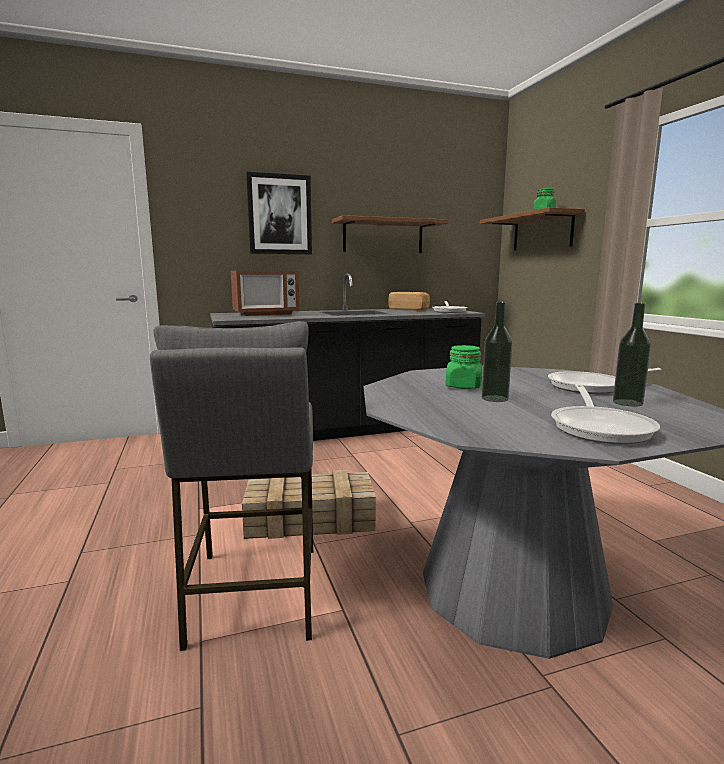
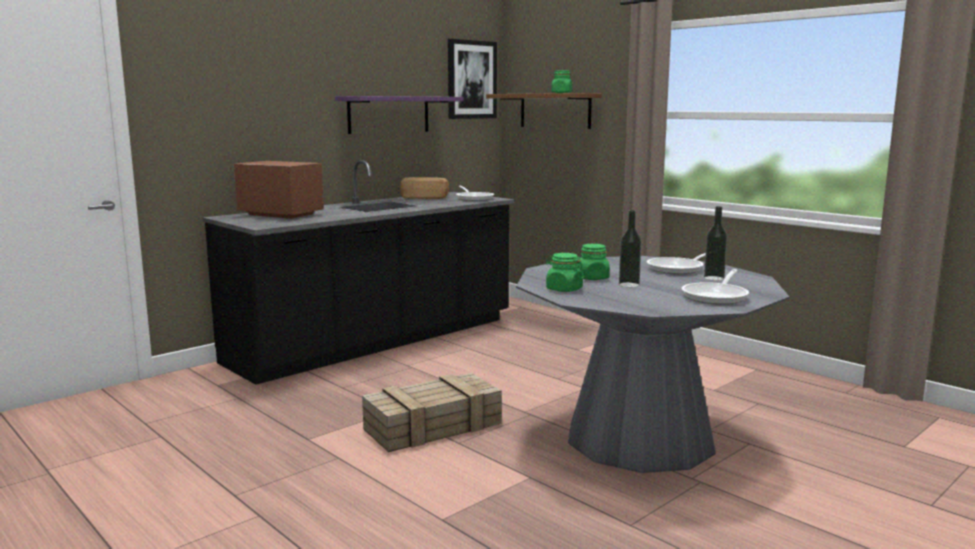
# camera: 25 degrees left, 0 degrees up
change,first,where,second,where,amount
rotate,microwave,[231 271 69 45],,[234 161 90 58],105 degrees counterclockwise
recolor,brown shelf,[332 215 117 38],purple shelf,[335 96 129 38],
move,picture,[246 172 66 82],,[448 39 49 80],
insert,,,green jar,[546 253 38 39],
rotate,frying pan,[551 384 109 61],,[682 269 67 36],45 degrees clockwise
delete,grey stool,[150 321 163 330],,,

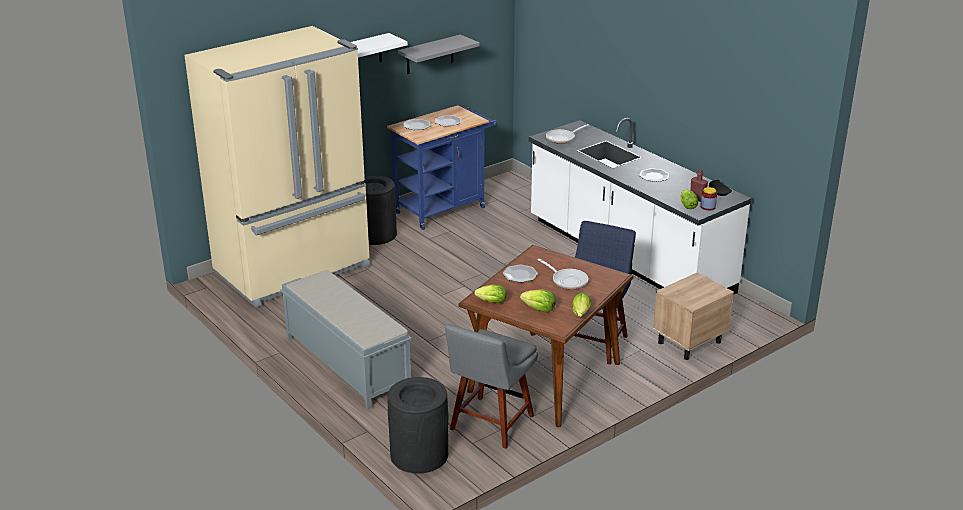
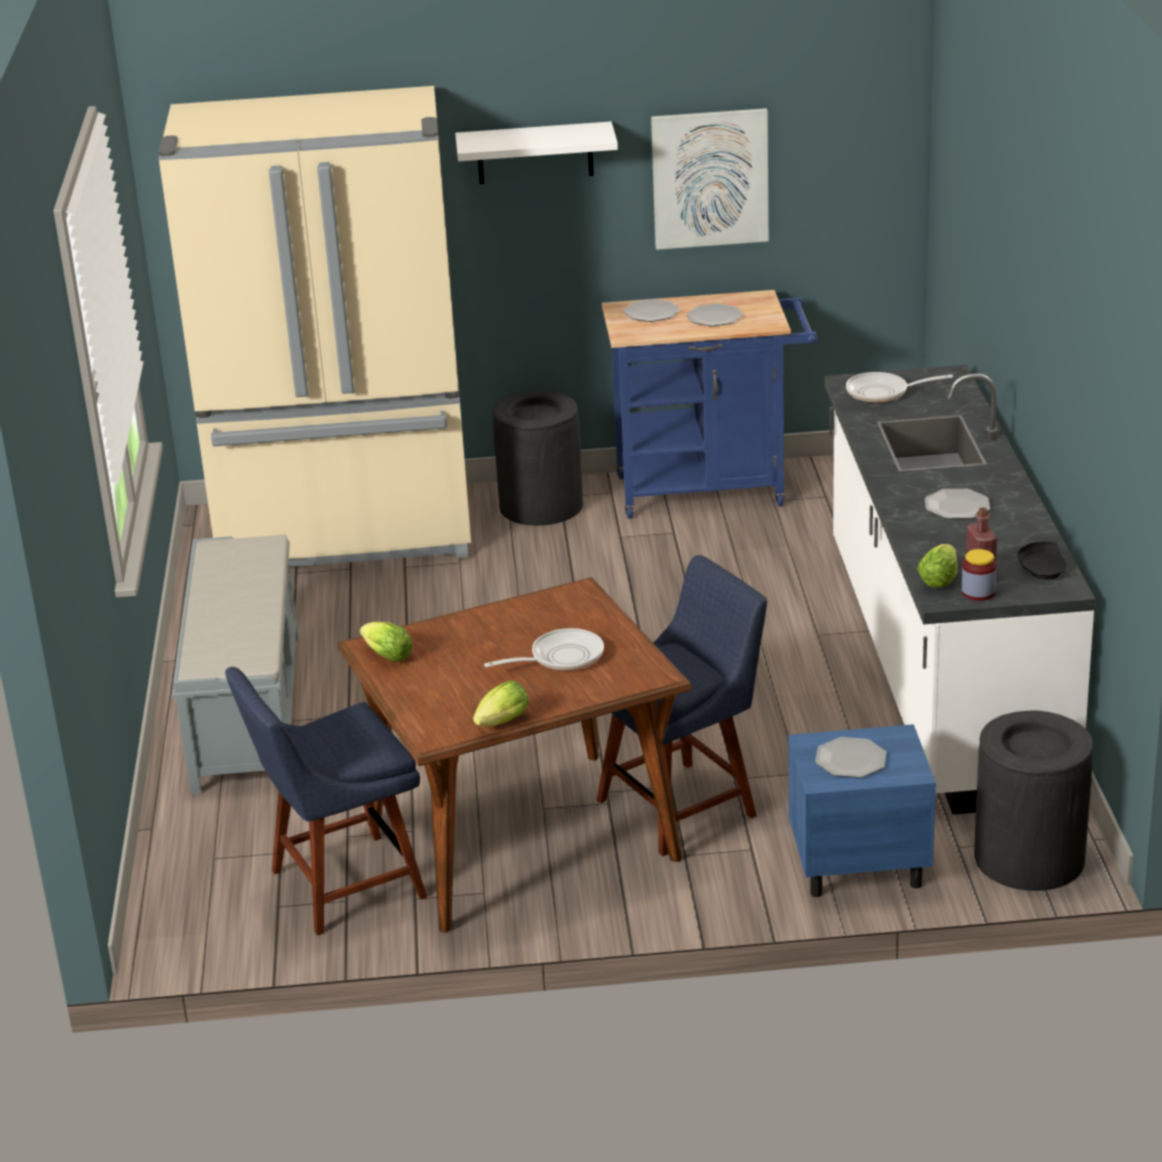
# camera: 35 degrees right, 0 degrees up
change,first,where,second,where,amount
recolor,grey chair,[445 324 93 125],blue chair,[225 667 202 269],
rotate,frying pan,[538 259 51 30],,[484 628 120 43],105 degrees counterclockwise
replace,grey shelf,[398 35 81 39],picture,[651 108 118 142],
recolor,beige nightstand,[653 272 81 88],blue nightstand,[788 724 148 173],
move,plate,[503 264 35 19],,[815 737 72 41],
move,black trash can,[388 377 61 97],,[974 710 119 181],
delete,lettuce,[520 289 36 24],,,

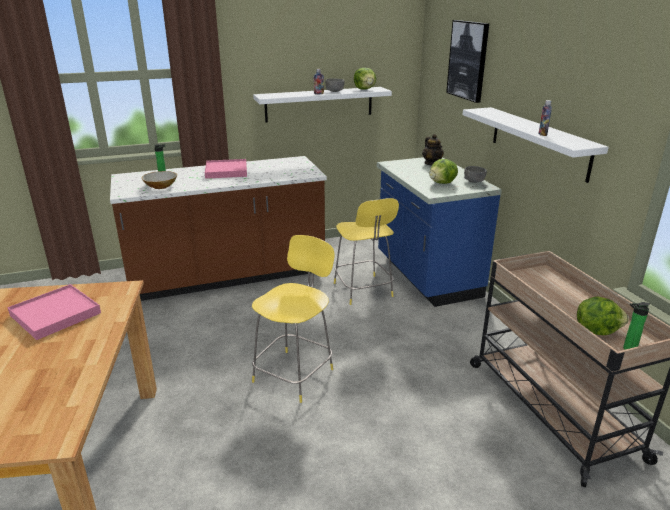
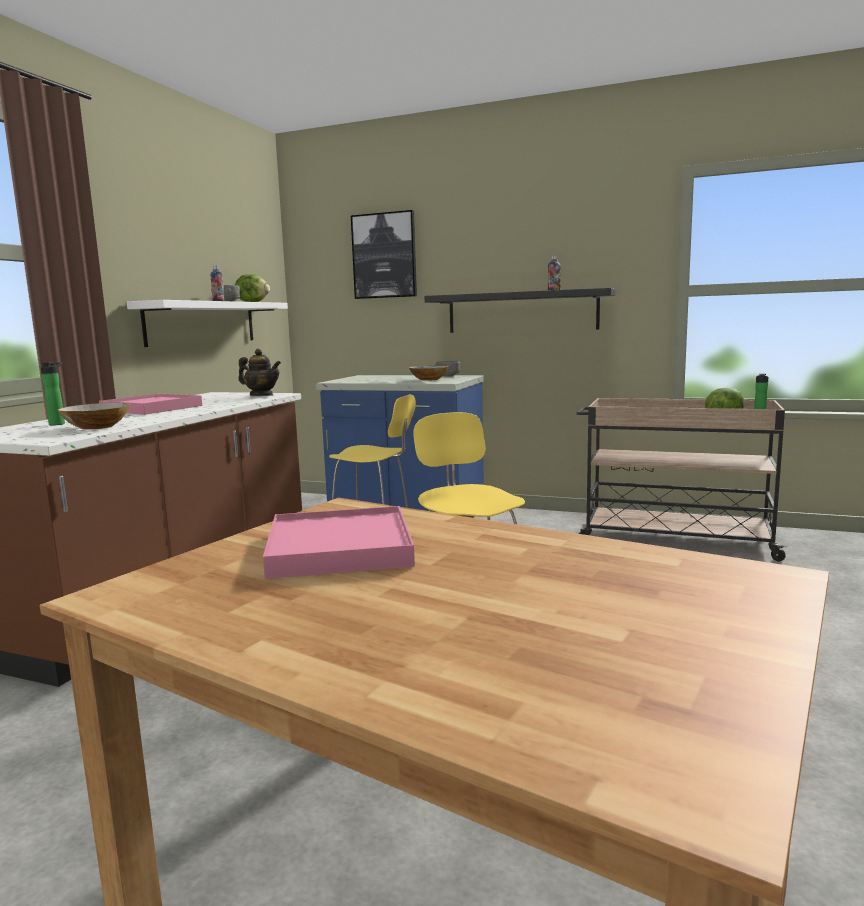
# camera: 50 degrees left, 15 degrees down
change,first,where,second,where,amount
move,teapot,[422 134 22 32],,[238 349 43 47],
replace,lettuce,[429 159 29 25],bowl,[409 365 40 16],
recolor,white shelf,[463 107 146 76],black shelf,[425 288 190 45],

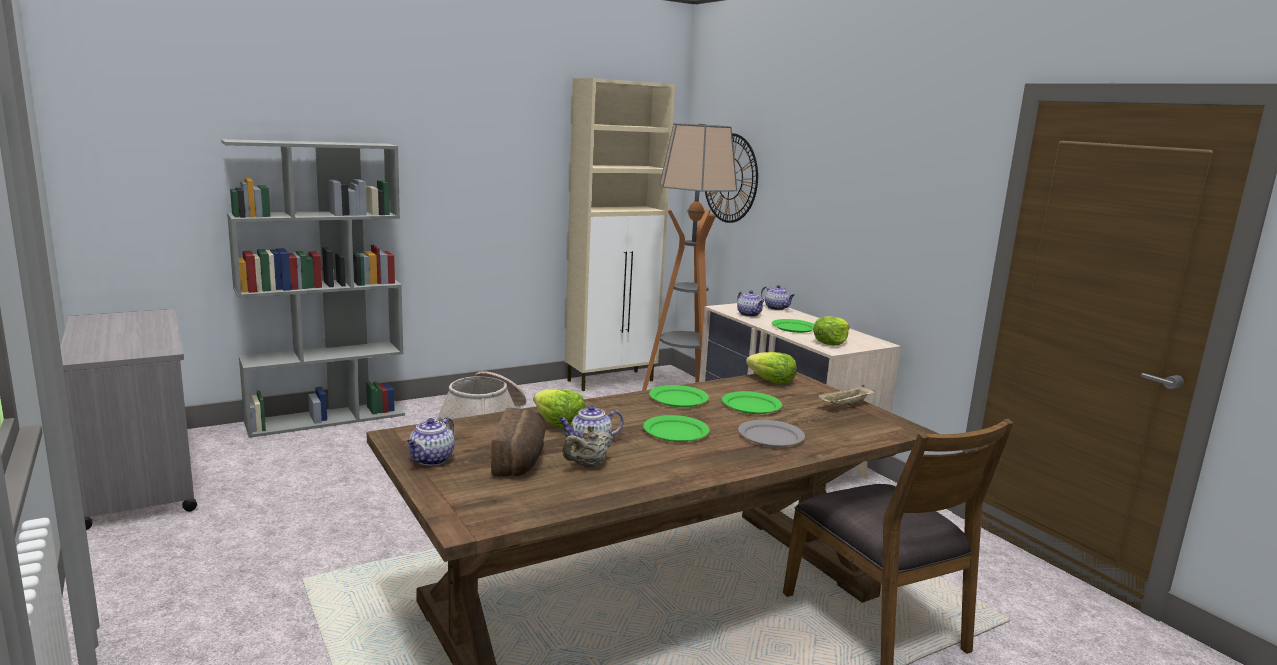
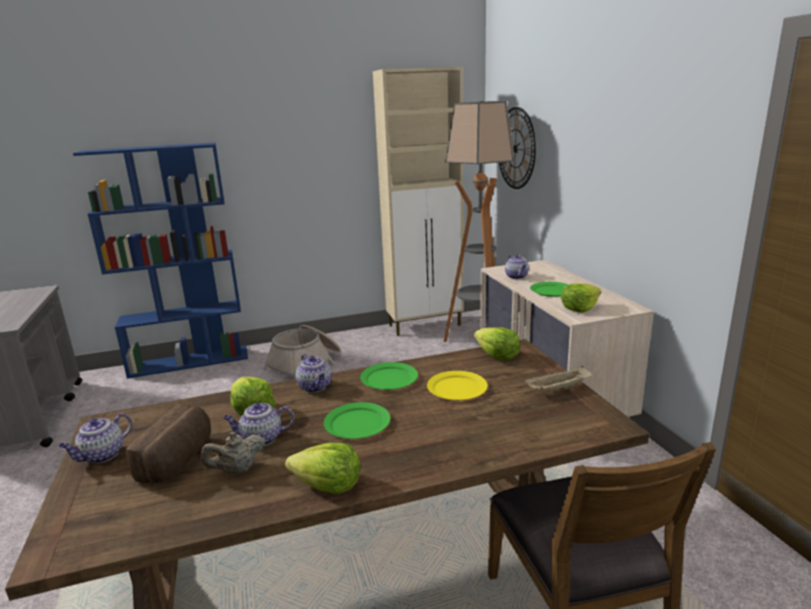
# camera: 15 degrees right, 5 degrees up
change,first,where,second,where,amount
recolor,grey bookcase,[221 139 184 299],blue bookcase,[73 142 175 237],
insert,,,lettuce,[285 443 76 52],
move,teapot,[761 285 34 25],,[296 354 36 39],
recolor,green plate,[722 391 60 23],yellow plate,[427 371 61 29],
delete,grey plate,[738 420 67 27],,,

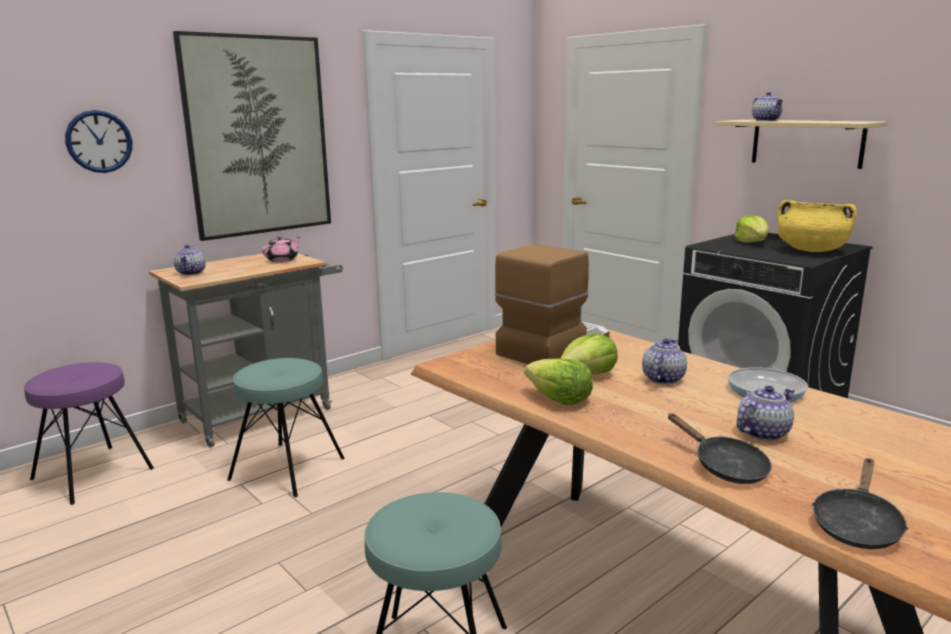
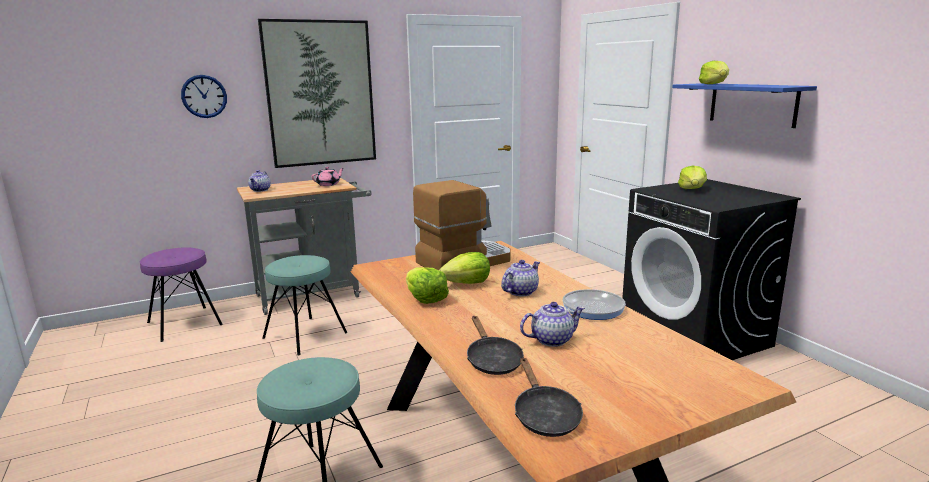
# camera: 15 degrees right, 0 degrees up
change,first,where,second,where,amount
rotate,black frying pan,[812 458 96 91],,[515 357 68 80],60 degrees counterclockwise
recolor,beige shelf,[716 120 171 49],blue shelf,[672 83 145 45],
replace,teapot,[752 92 32 29],lettuce,[699 61 30 23],
delete,yellow cooking pot,[777 200 80 52],,,

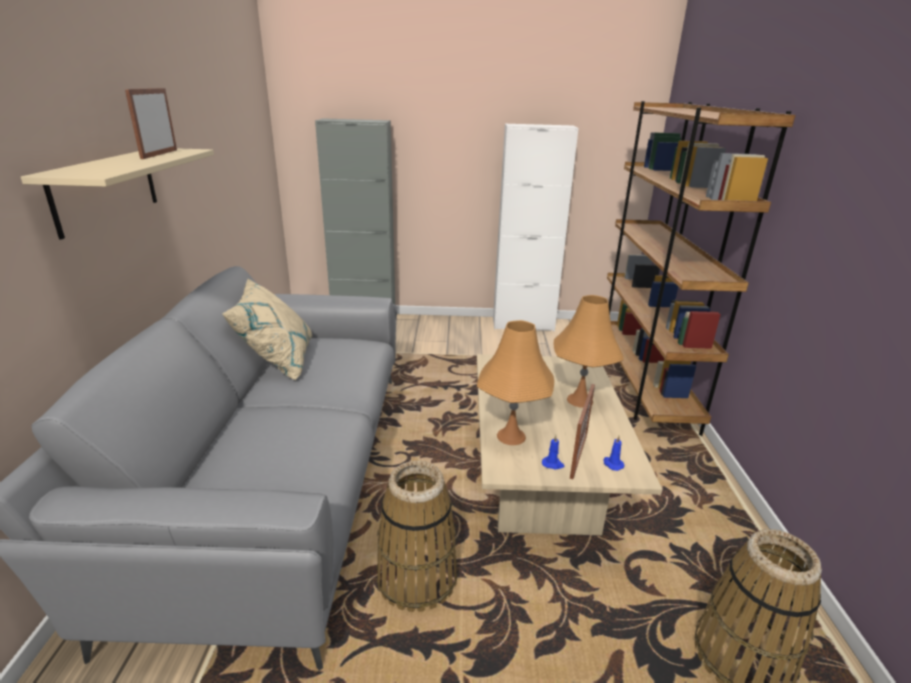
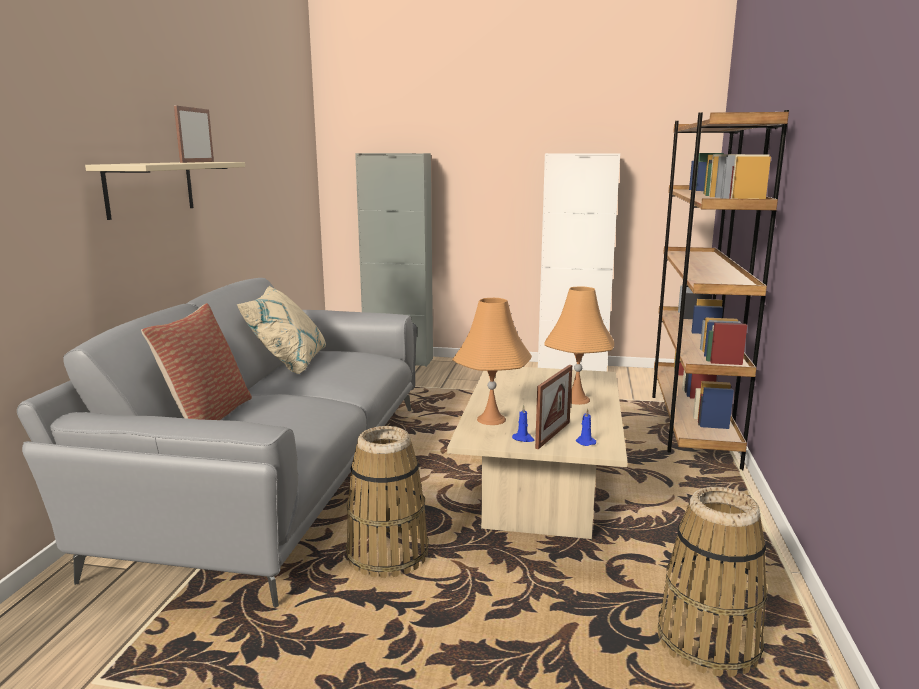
# camera: 10 degrees right, 10 degrees down
change,first,where,second,where,amount
insert,,,pillow,[141 303 111 117],

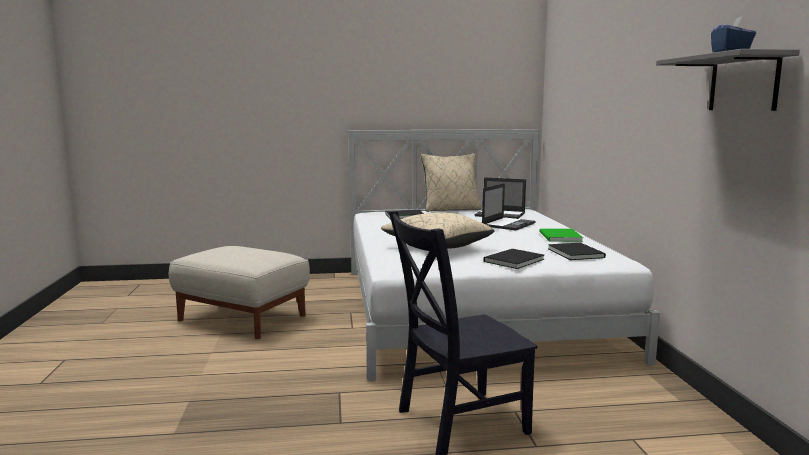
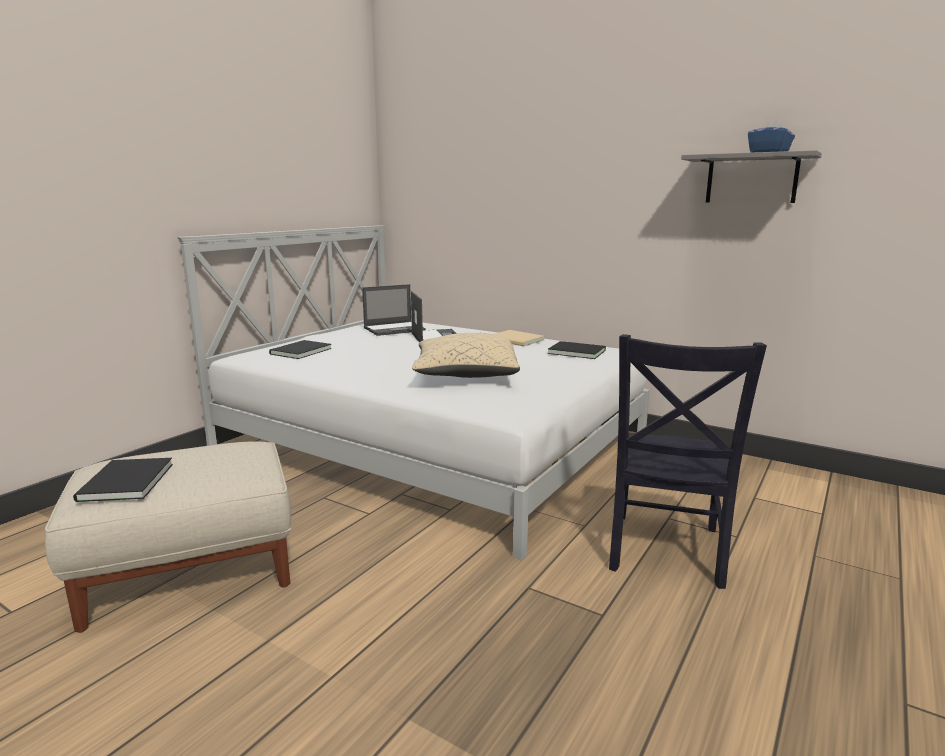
# camera: 50 degrees left, 5 degrees up
change,first,where,second,where,amount
move,black book,[483 249 61 20],,[73 458 100 44],
recolor,green book,[539 228 44 14],beige book,[495 330 49 16],
delete,beige pillow,[421 153 61 59],,,

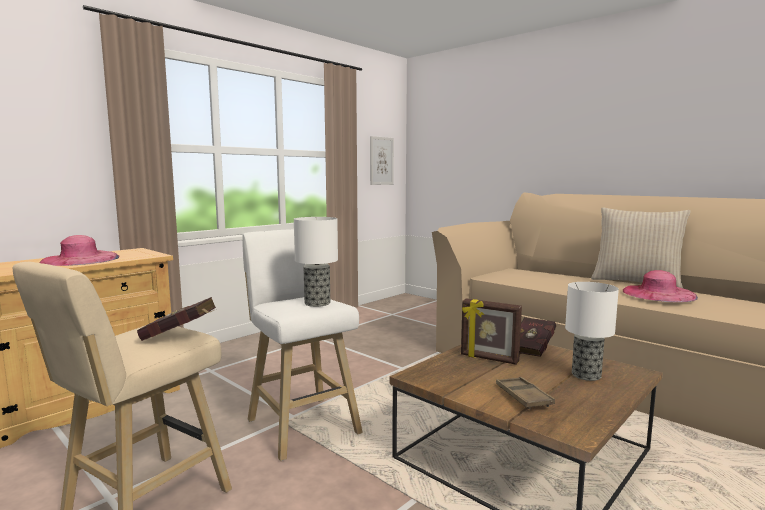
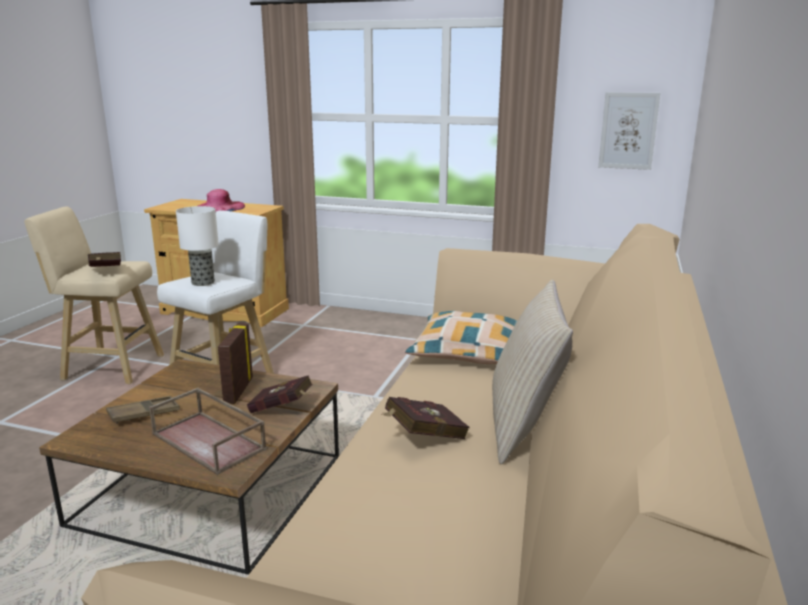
# camera: 65 degrees right, 10 degrees up
change,first,where,second,where,amount
replace,table lamp,[565 282 54 99],brown tray,[149 388 118 87],
replace,pink hat,[623 270 75 32],red book,[382 397 88 42],
insert,,,pillow,[405 311 112 53],

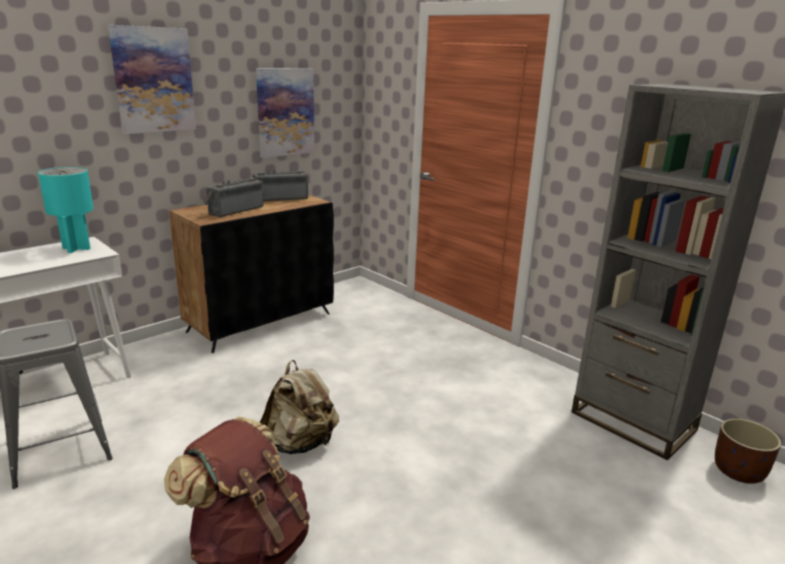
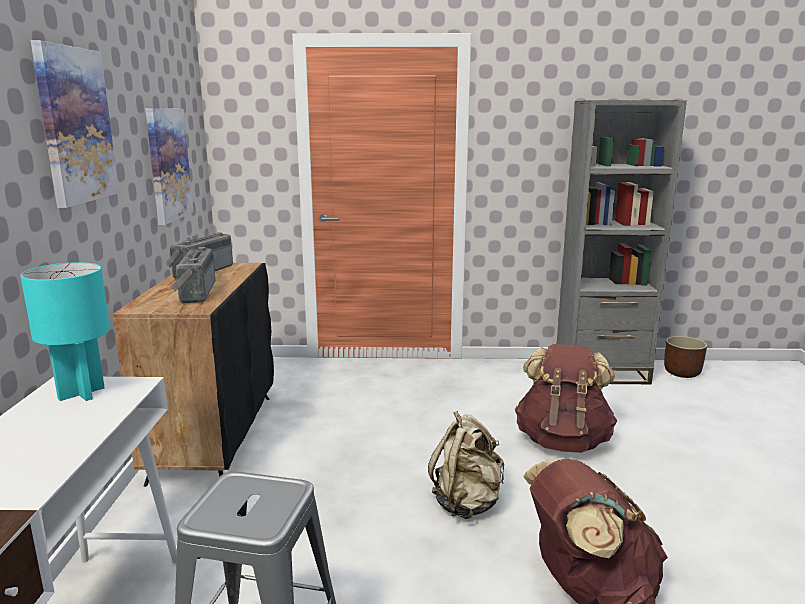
# camera: 45 degrees left, 5 degrees down
change,first,where,second,where,amount
insert,,,brown backpack,[515 344 102 109],

